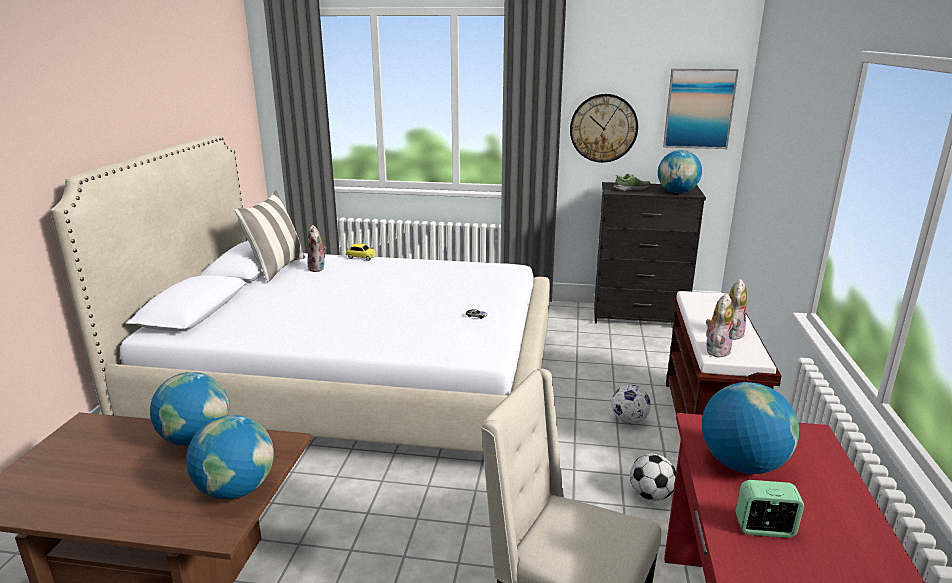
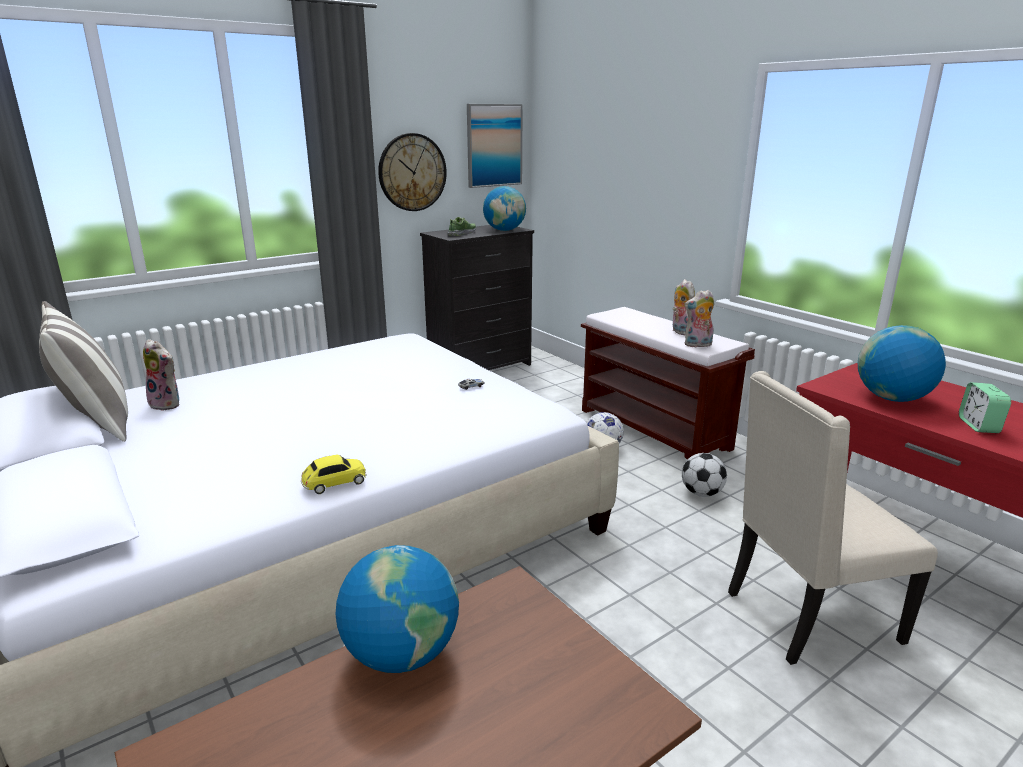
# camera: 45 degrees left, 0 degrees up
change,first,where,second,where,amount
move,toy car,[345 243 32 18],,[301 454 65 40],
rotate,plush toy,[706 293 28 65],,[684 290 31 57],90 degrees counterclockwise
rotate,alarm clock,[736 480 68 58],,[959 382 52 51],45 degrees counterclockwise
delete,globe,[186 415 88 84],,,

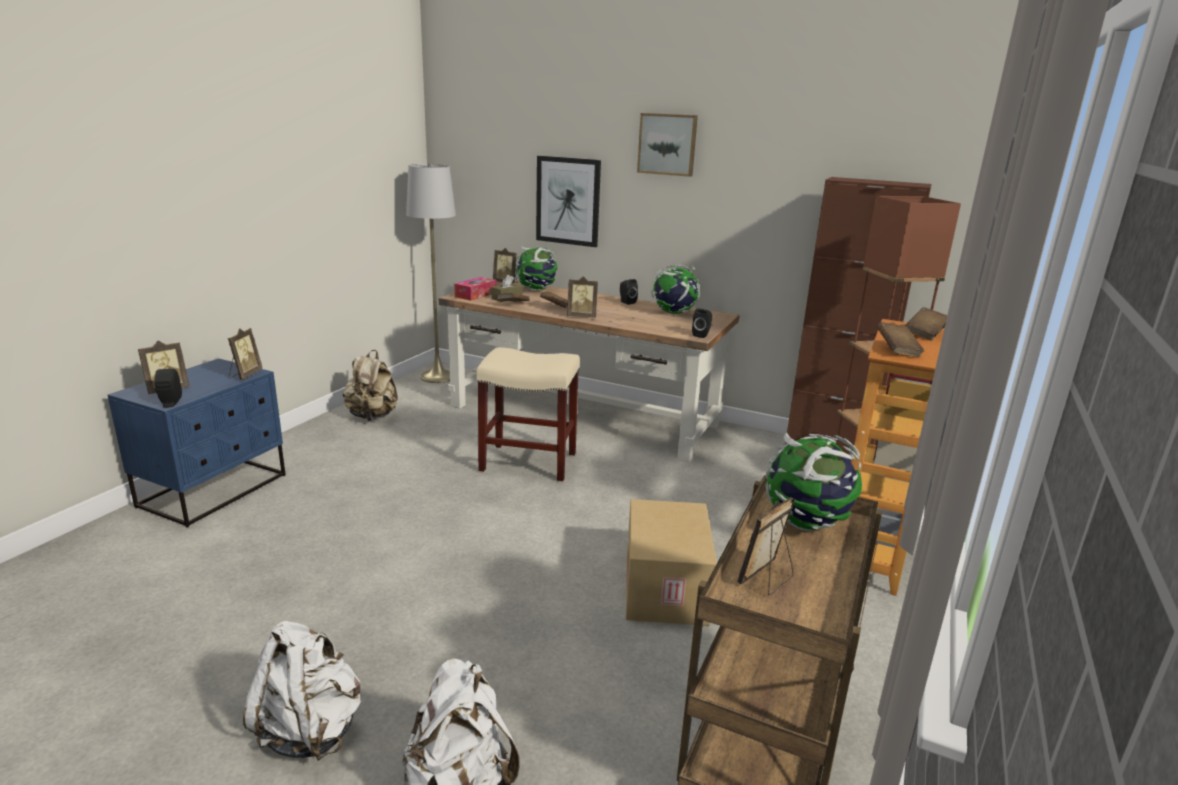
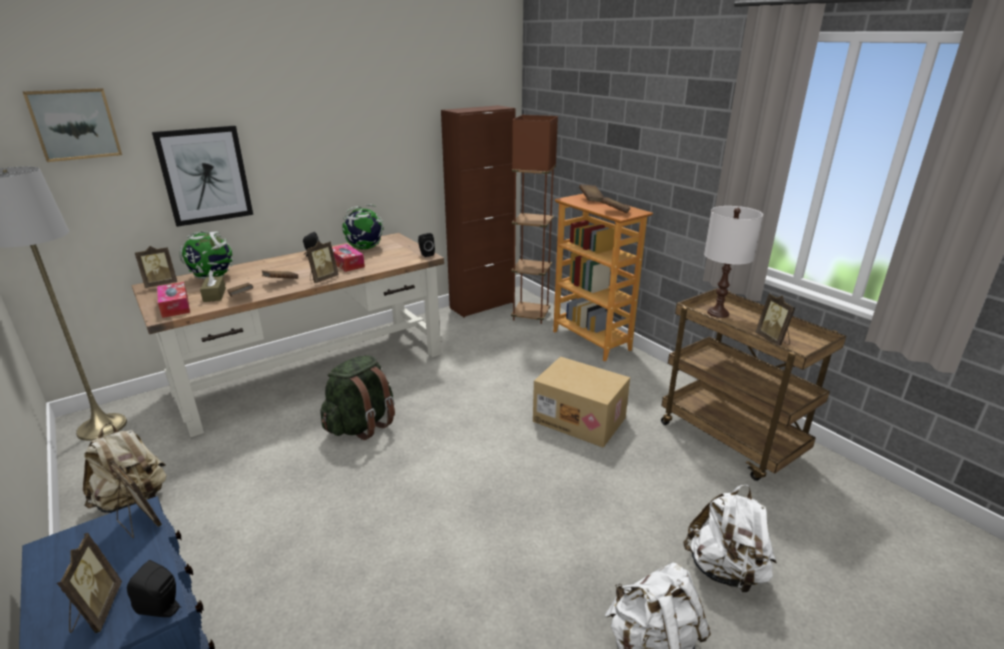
# camera: 60 degrees left, 5 degrees up
change,first,where,second,where,amount
move,picture,[637 113 61 64],,[23 88 99 74],
replace,beige stool,[476 347 104 135],green backpack,[320 355 75 85],
insert,,,tissue box,[332 244 33 28],
replace,globe,[766 433 96 99],white table lamp,[704 206 59 112],

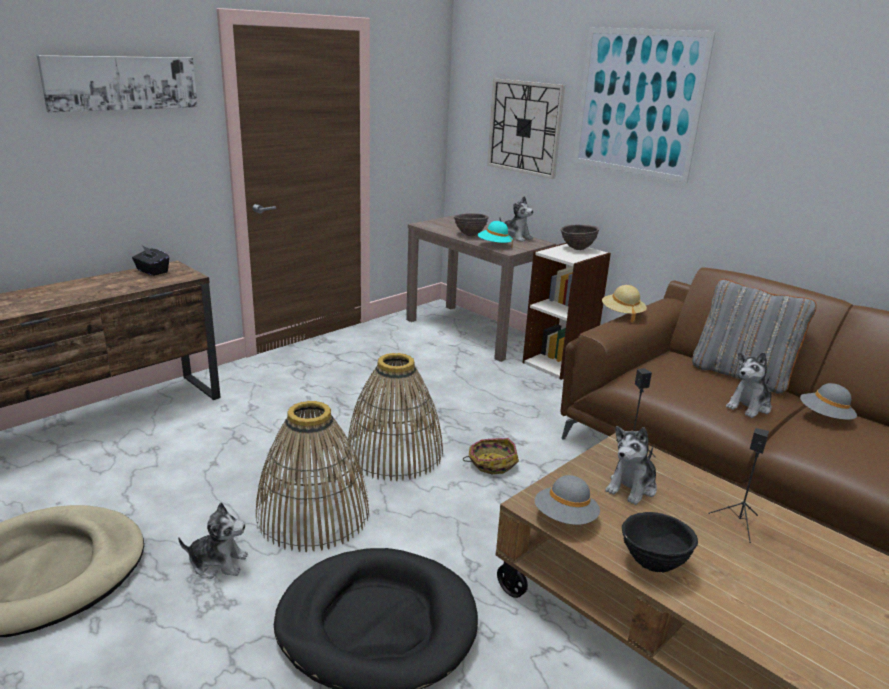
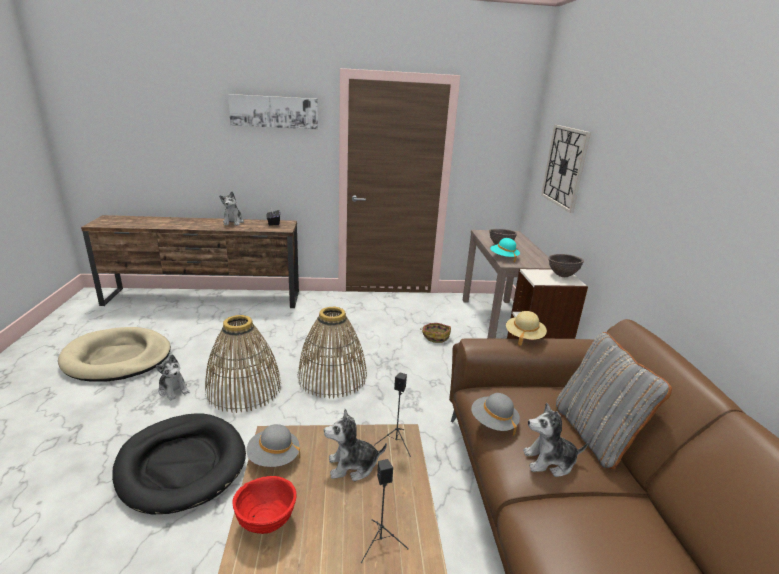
# camera: 40 degrees right, 0 degrees up
change,first,where,second,where,amount
move,plush toy,[499 196 35 46],,[219 192 25 34],
recolor,black bowl,[622 512 76 61],red bowl,[233 476 64 58],
move,basket,[463 438 56 36],,[420 323 31 20],
move,grey hat,[800 383 57 38],,[471 393 49 43],
delete,picture,[573 27 143 156],,,

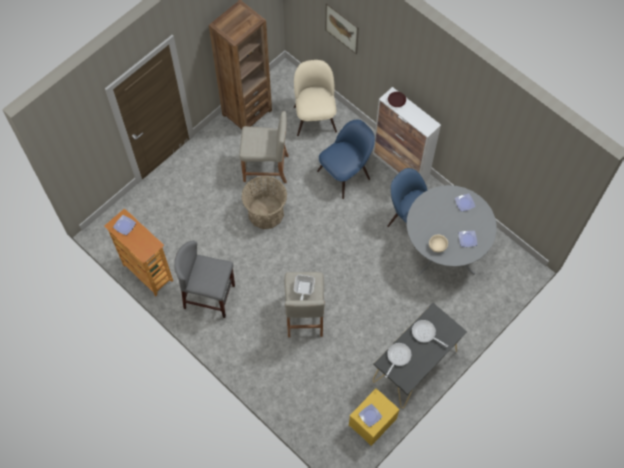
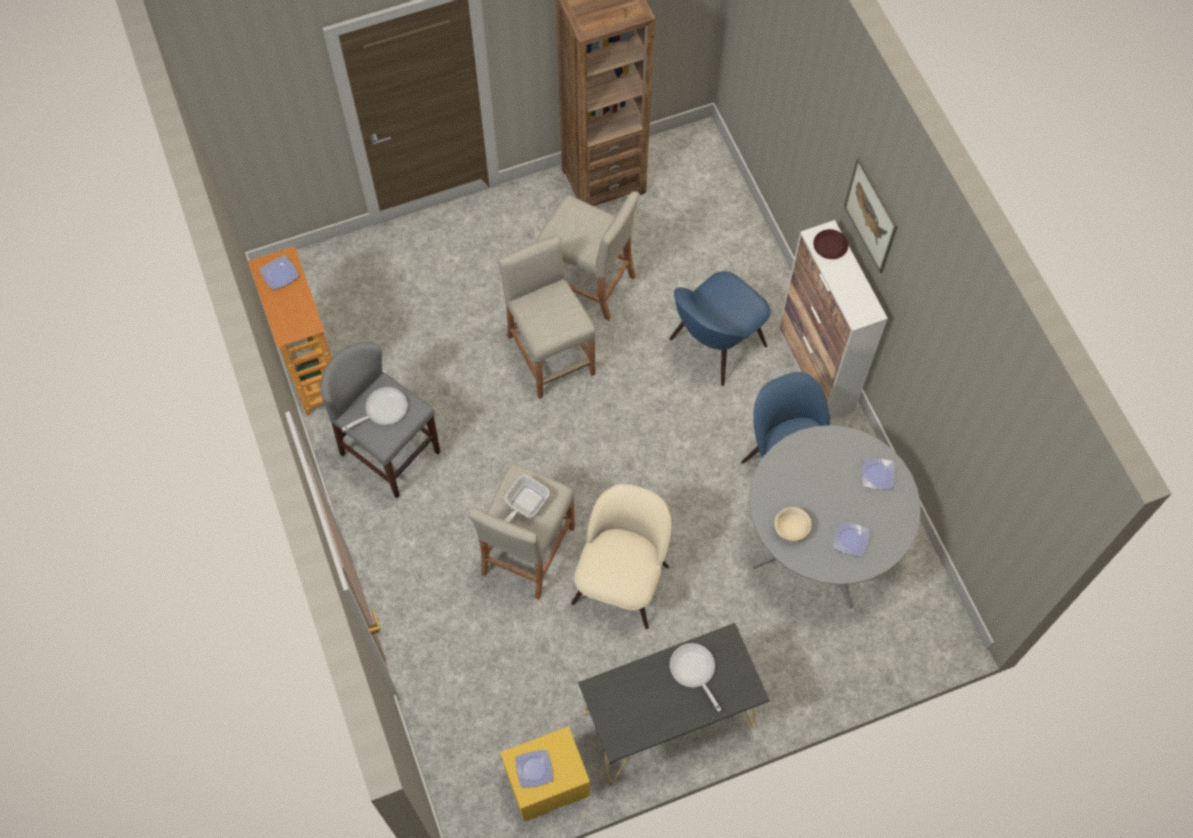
# camera: 25 degrees right, 0 degrees up
change,first,where,second,where,amount
move,frying pan,[385 343 26 35],,[342 387 66 44],
replace,basket,[242 176 45 53],beige stool,[498 235 98 164],
move,beige chair,[294 60 43 76],,[571 484 100 145],
rotate,blue chair,[317 120 58 79],,[669 271 101 115],150 degrees clockwise
move,picture,[325 3 34 51],,[844 157 54 116],

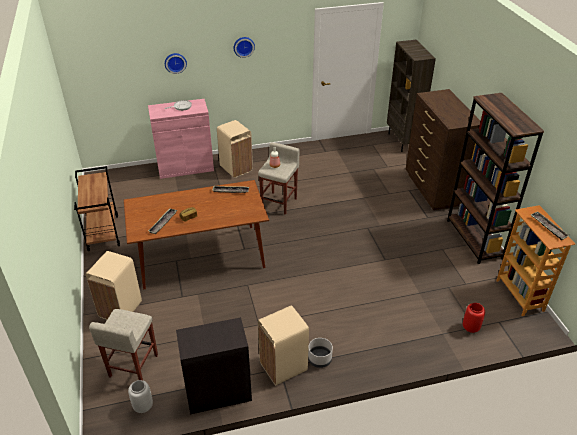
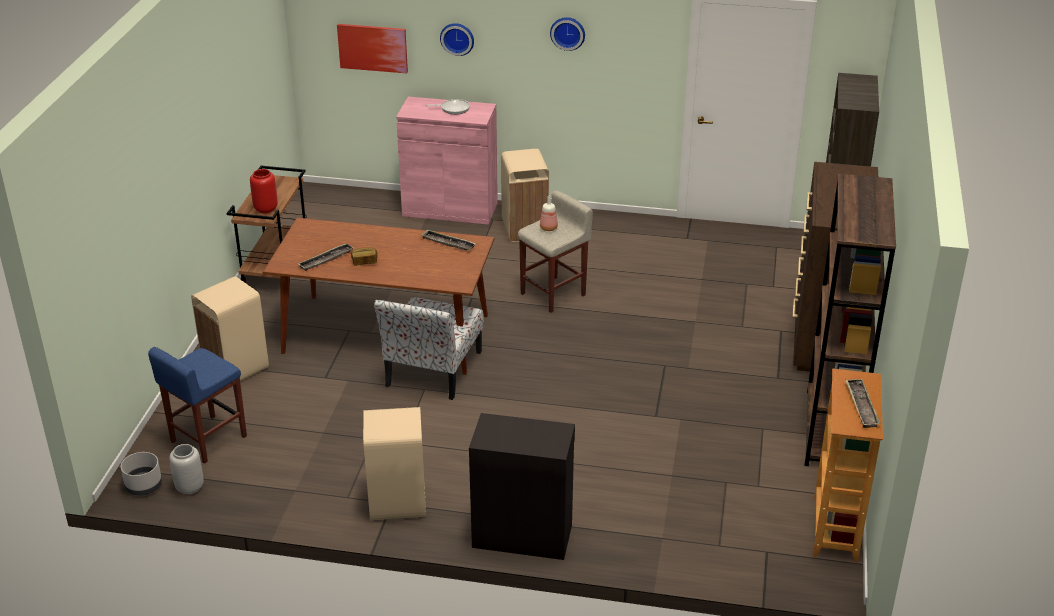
# camera: 25 degrees right, 5 degrees down
change,first,where,second,where,amount
move,grey planter,[308 338 25 30],,[121 452 41 44],
recolor,beige stool,[89 309 69 71],blue stool,[148 347 99 117],
move,red vase,[463 303 22 30],,[250 169 28 44],
insert,,,picture,[337 24 71 49],
insert,,,chair,[374 297 110 103],
move,black cabinet,[176 317 76 97],,[469 413 106 147],

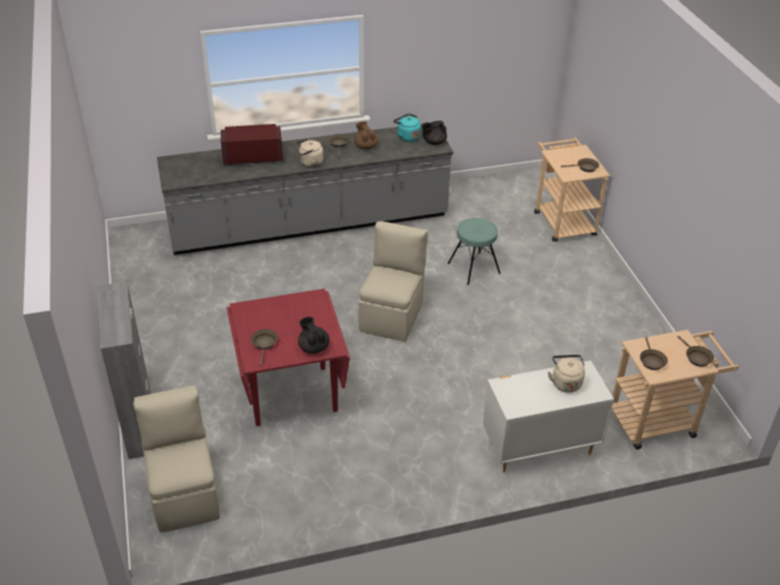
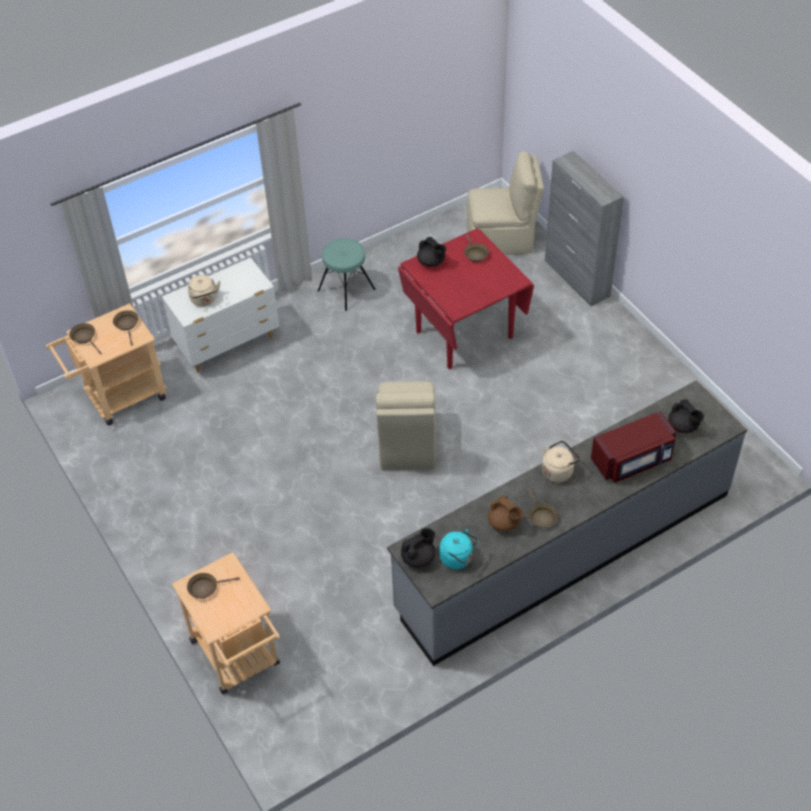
# camera: 165 degrees right, 10 degrees up
change,first,where,second,where,amount
move,turquoise stool,[448 218 53 67],,[318 238 57 73],
rotate,beige chair,[133 385 87 148],,[467 151 77 104],60 degrees counterclockwise
insert,,,black teapot,[668 399 36 34],

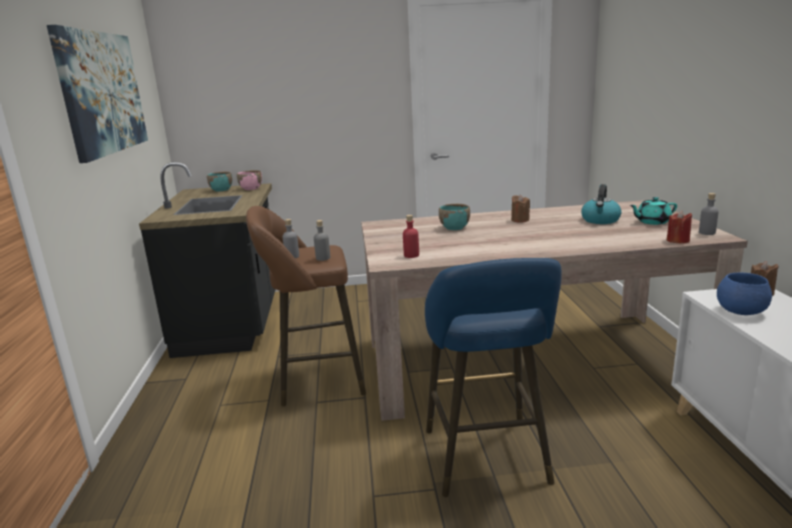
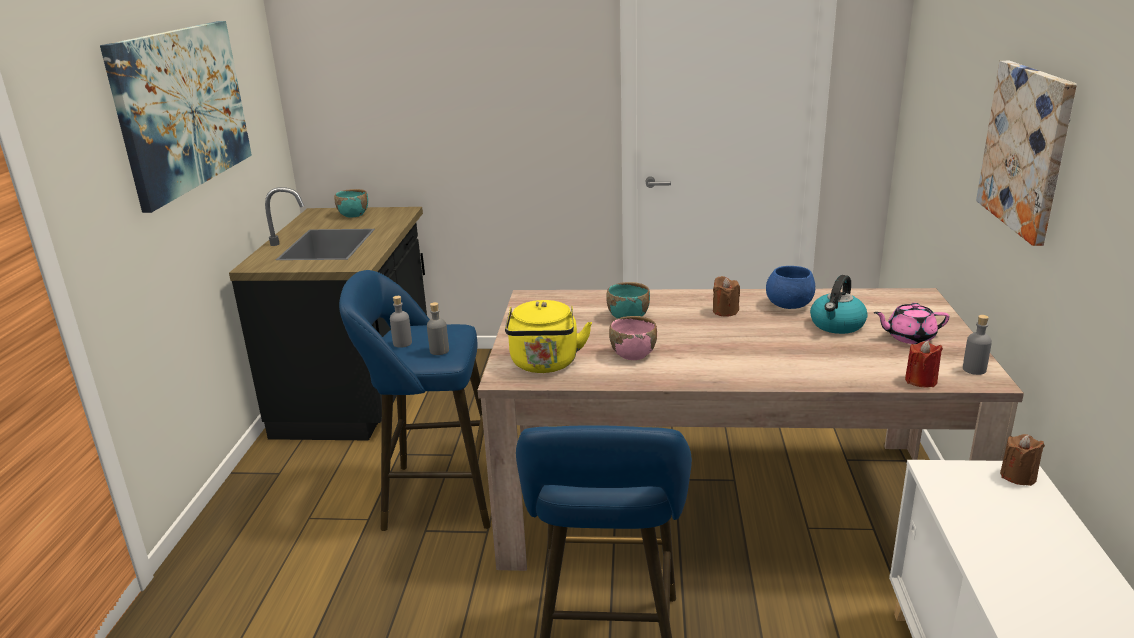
# camera: 10 degrees right, 5 degrees up
change,first,where,second,where,amount
recolor,brown stool,[246 206 120 200],blue stool,[339 270 151 261],
replace,red bottle,[403 215 16 43],yellow kettle,[505 300 87 73],
move,pink bowl,[237 170 25 20],,[609 316 48 44],
move,blue bowl,[717 273 55 42],,[766 266 49 43],
recolor,turquoise teapot,[630 197 47 28],pink teapot,[874 303 75 41],
insert,,,picture,[976 61 101 185],

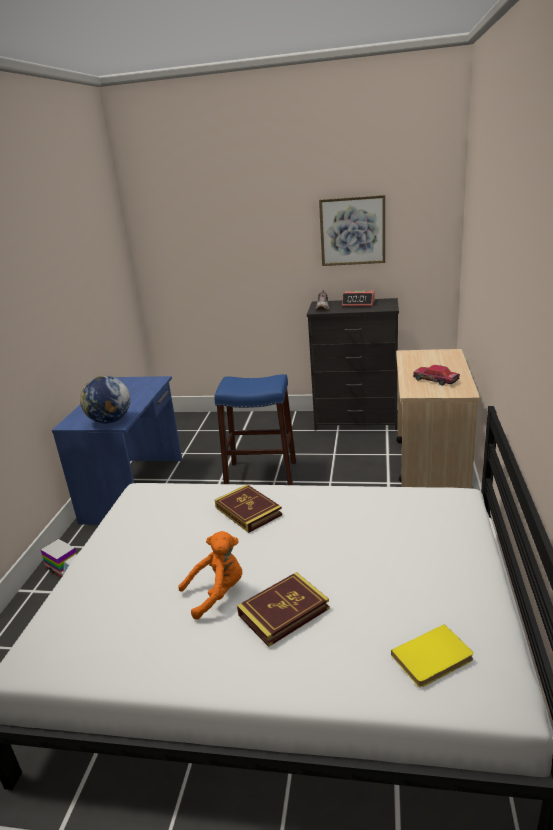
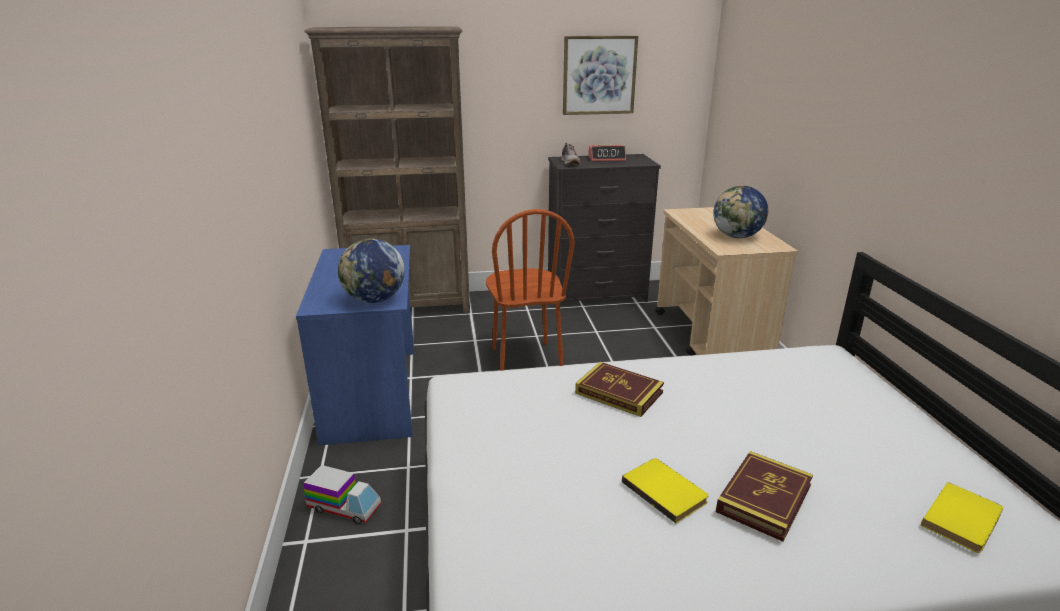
# camera: 20 degrees left, 0 degrees up
change,first,where,second,where,amount
insert,,,brown bookcase,[304 26 166 287],
replace,blue stool,[214 374 82 111],brown chair,[486 209 89 162],
replace,orange plush toy,[178 531 64 89],yellow book,[622 458 86 65],
replace,toy car,[413 365 47 21],globe,[713 186 55 52],

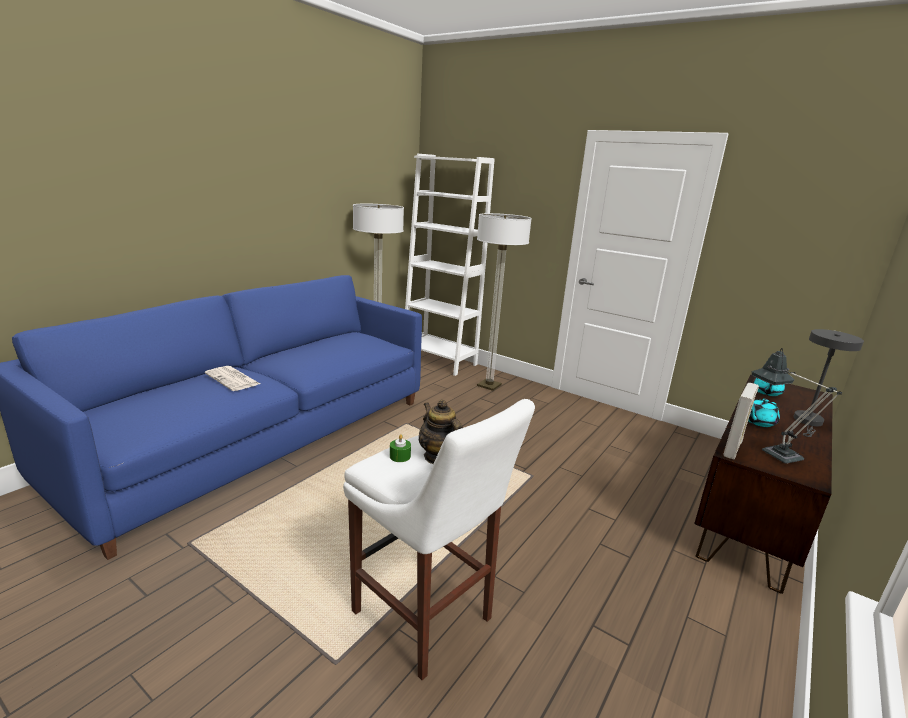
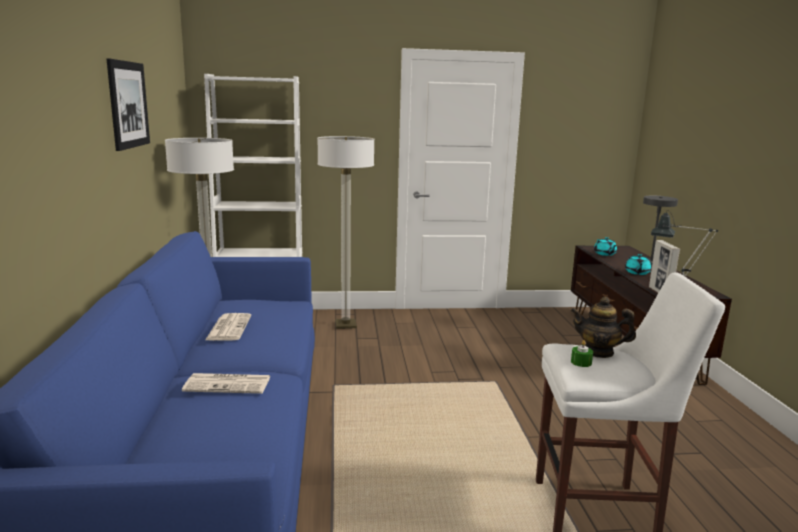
# camera: 40 degrees left, 5 degrees down
change,first,where,second,where,amount
insert,,,picture,[106 58 44 93],
insert,,,newspaper,[205 313 46 28],

